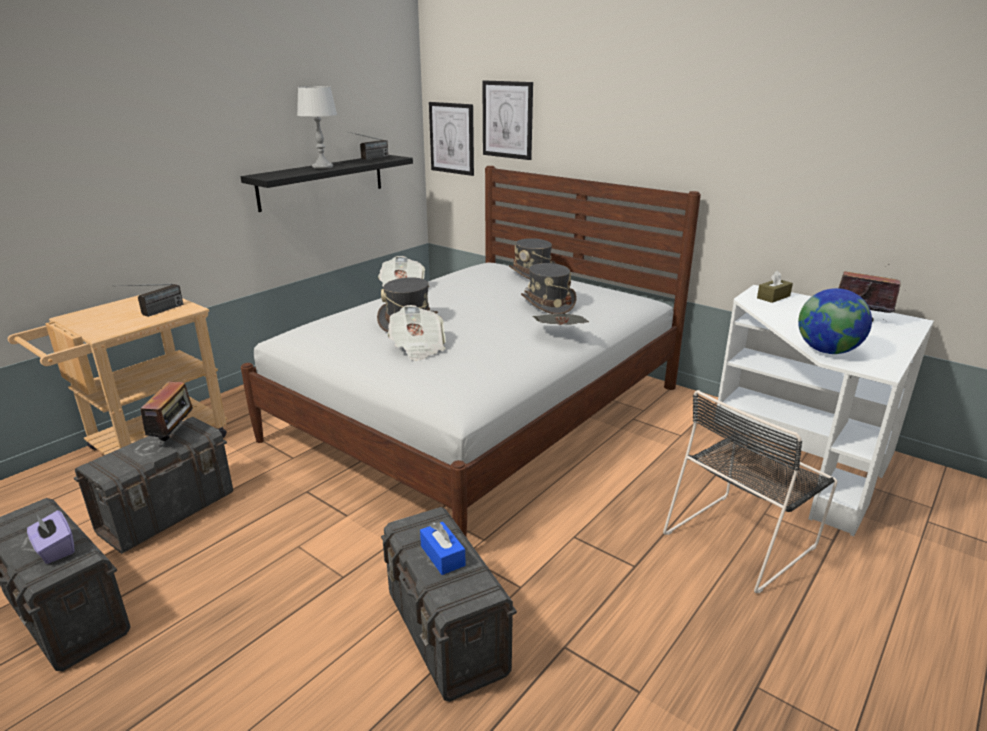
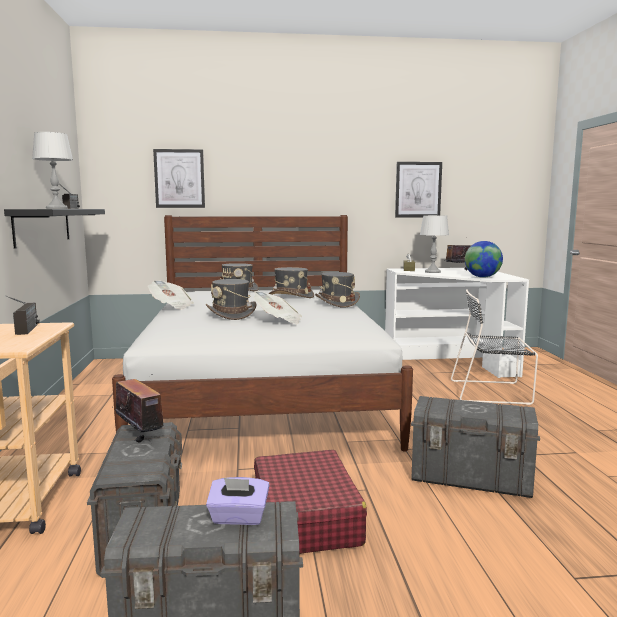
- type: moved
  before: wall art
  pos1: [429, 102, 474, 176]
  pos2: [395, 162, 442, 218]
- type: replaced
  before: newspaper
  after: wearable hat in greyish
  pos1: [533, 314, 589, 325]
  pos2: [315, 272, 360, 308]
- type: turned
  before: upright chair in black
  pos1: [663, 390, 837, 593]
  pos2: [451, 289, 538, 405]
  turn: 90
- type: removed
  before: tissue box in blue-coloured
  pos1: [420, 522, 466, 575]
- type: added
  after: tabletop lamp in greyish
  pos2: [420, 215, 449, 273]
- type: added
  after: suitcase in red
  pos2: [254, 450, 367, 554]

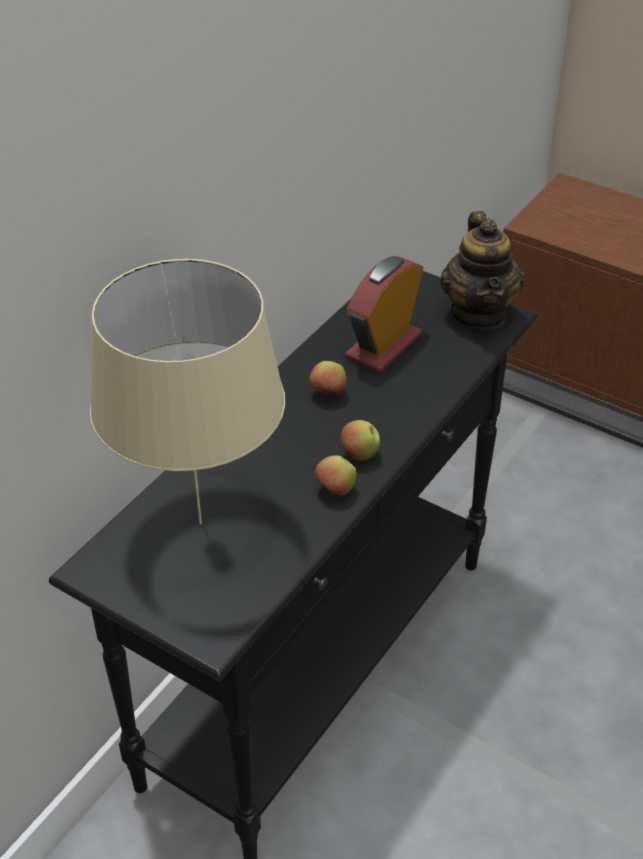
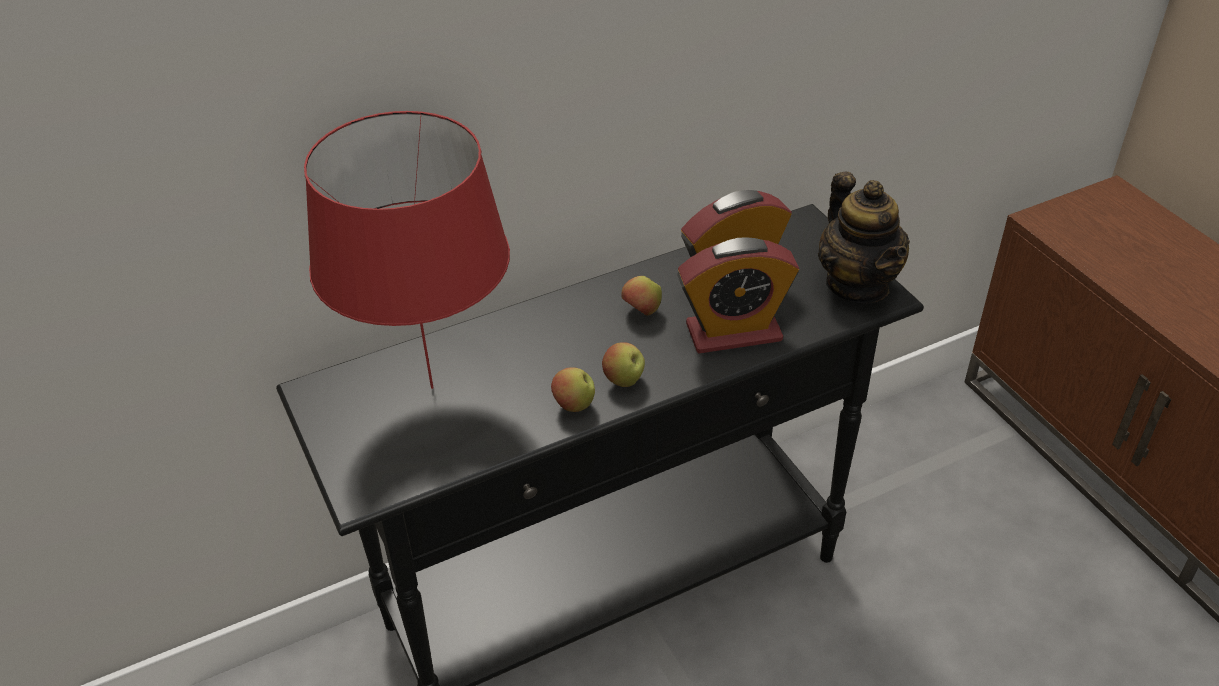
- type: turned
  before: pot for tea
  pos1: [440, 211, 525, 330]
  pos2: [818, 172, 910, 304]
  turn: -45
- type: recoloured
  before: tabletop lamp in beige-coloured
  after: tabletop lamp in red
  pos1: [90, 259, 285, 525]
  pos2: [304, 111, 510, 389]
- type: added
  after: bedside clock
  pos2: [677, 237, 799, 354]

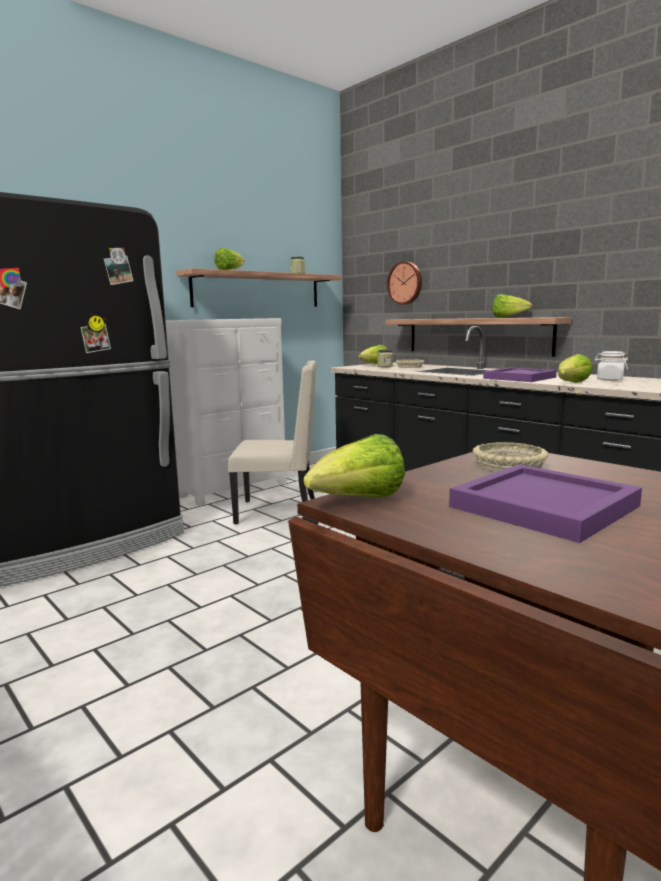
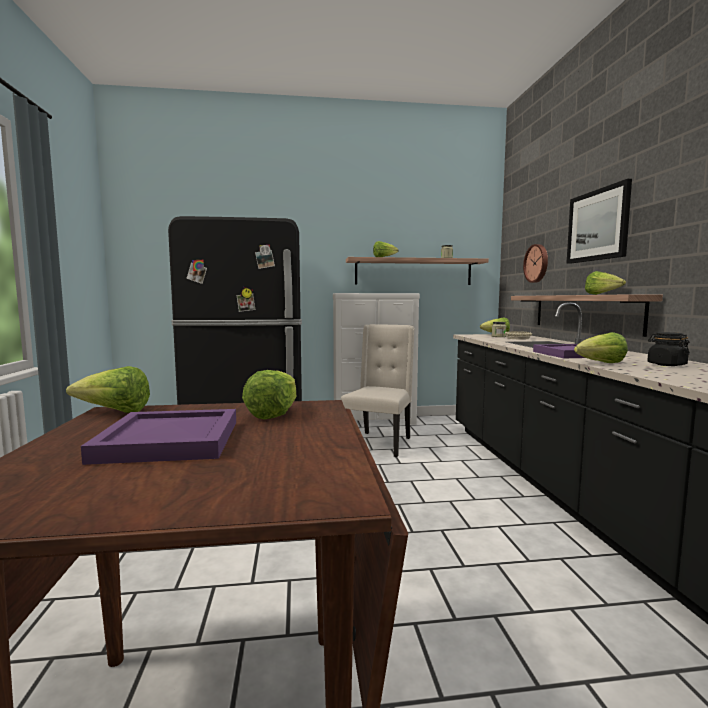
- type: recoloured
  before: preserve jar in white
  after: preserve jar in black
  pos1: [594, 351, 628, 381]
  pos2: [647, 332, 690, 366]
- type: turned
  before: upright chair in beige-coloured
  pos1: [228, 360, 317, 524]
  pos2: [340, 324, 415, 457]
  turn: -105
- type: replaced
  before: deep dish in beige-coloured
  after: lettuce head
  pos1: [472, 442, 549, 472]
  pos2: [242, 370, 296, 419]
- type: added
  after: wall art
  pos2: [566, 179, 632, 264]

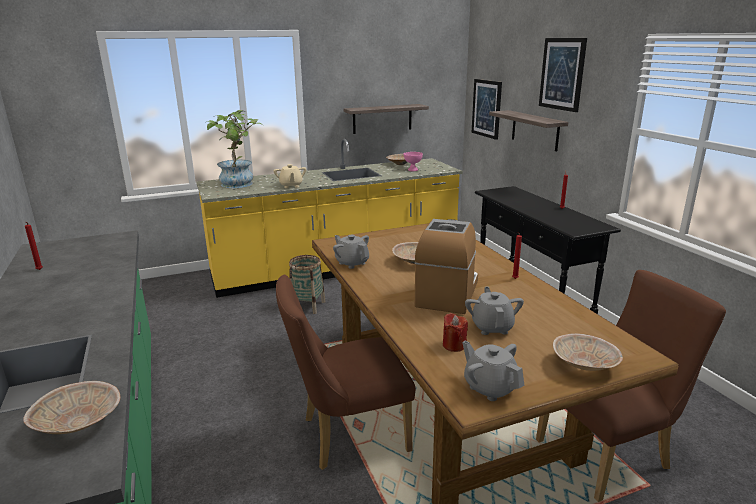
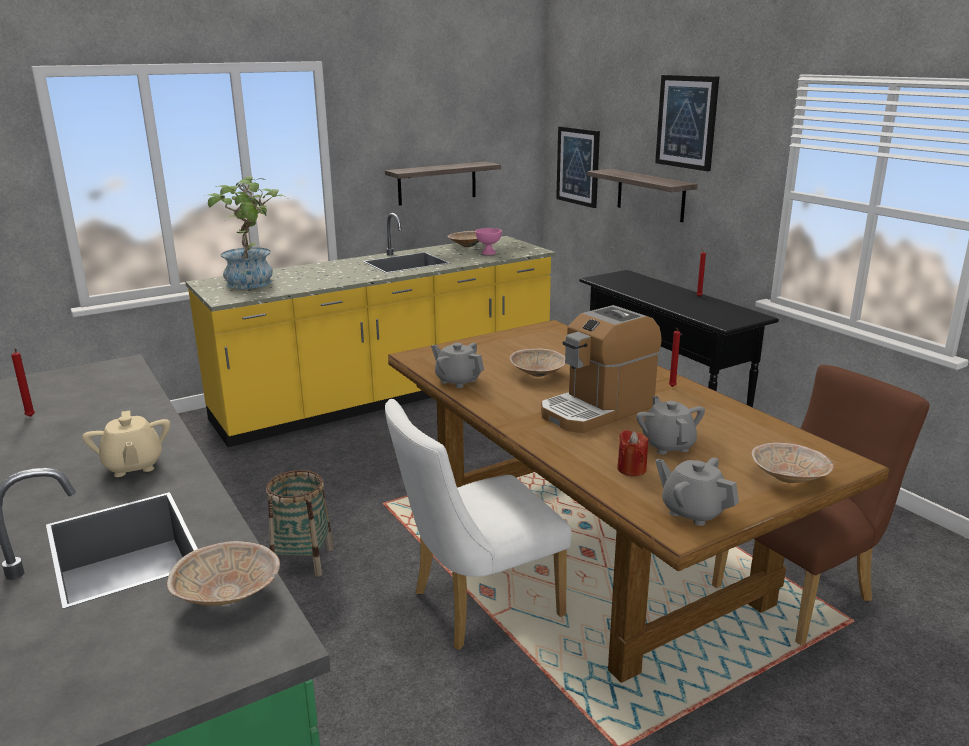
- type: moved
  before: pot for tea in beige-coloured
  pos1: [274, 164, 307, 188]
  pos2: [82, 411, 170, 477]
- type: turned
  before: coffee brewer
  pos1: [415, 219, 478, 314]
  pos2: [541, 305, 662, 433]
  turn: -135
- type: moved
  before: household basket
  pos1: [289, 255, 325, 314]
  pos2: [266, 470, 334, 577]
- type: recoloured
  before: upright chair in brownish
  after: upright chair in white
  pos1: [276, 275, 415, 470]
  pos2: [385, 399, 572, 650]

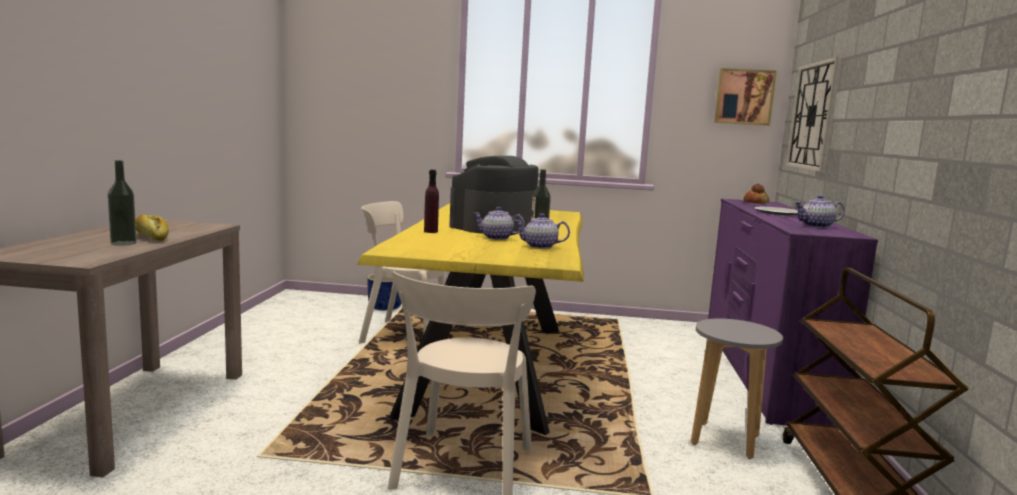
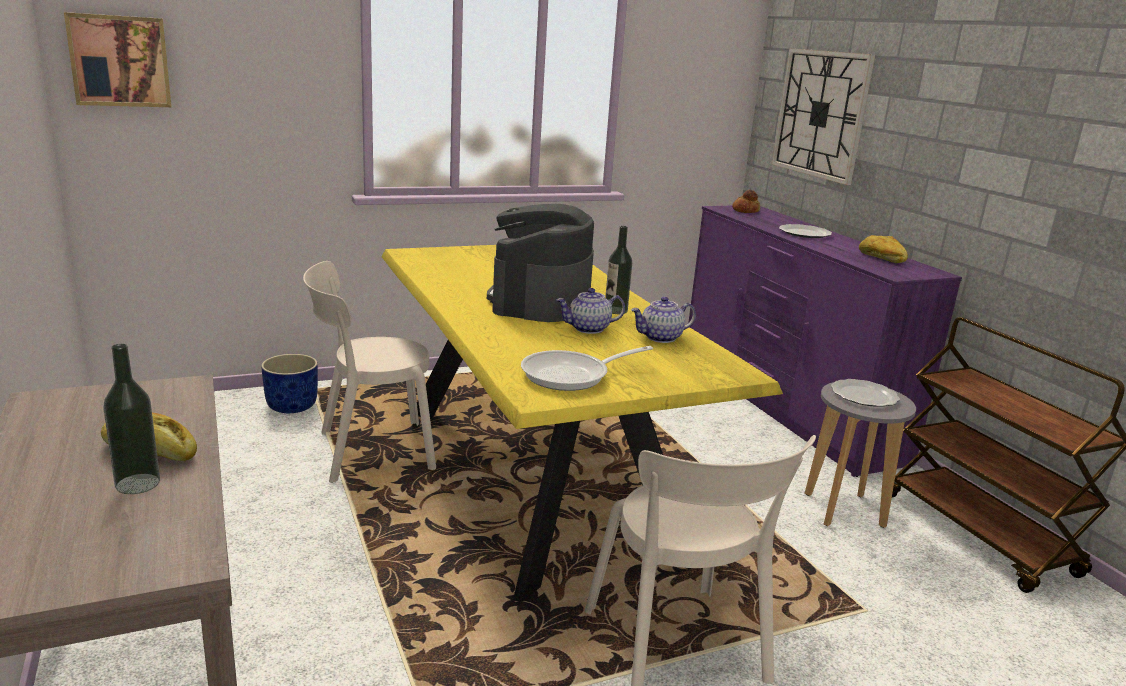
- type: moved
  before: wall art
  pos1: [714, 68, 777, 126]
  pos2: [64, 12, 172, 107]
- type: removed
  before: drink bottle in purplish
  pos1: [424, 170, 439, 233]
- type: replaced
  before: pot for tea
  after: bread
  pos1: [794, 195, 845, 228]
  pos2: [859, 235, 908, 263]
- type: added
  after: pan
  pos2: [521, 346, 653, 391]
- type: added
  after: flat dish
  pos2: [831, 379, 900, 407]

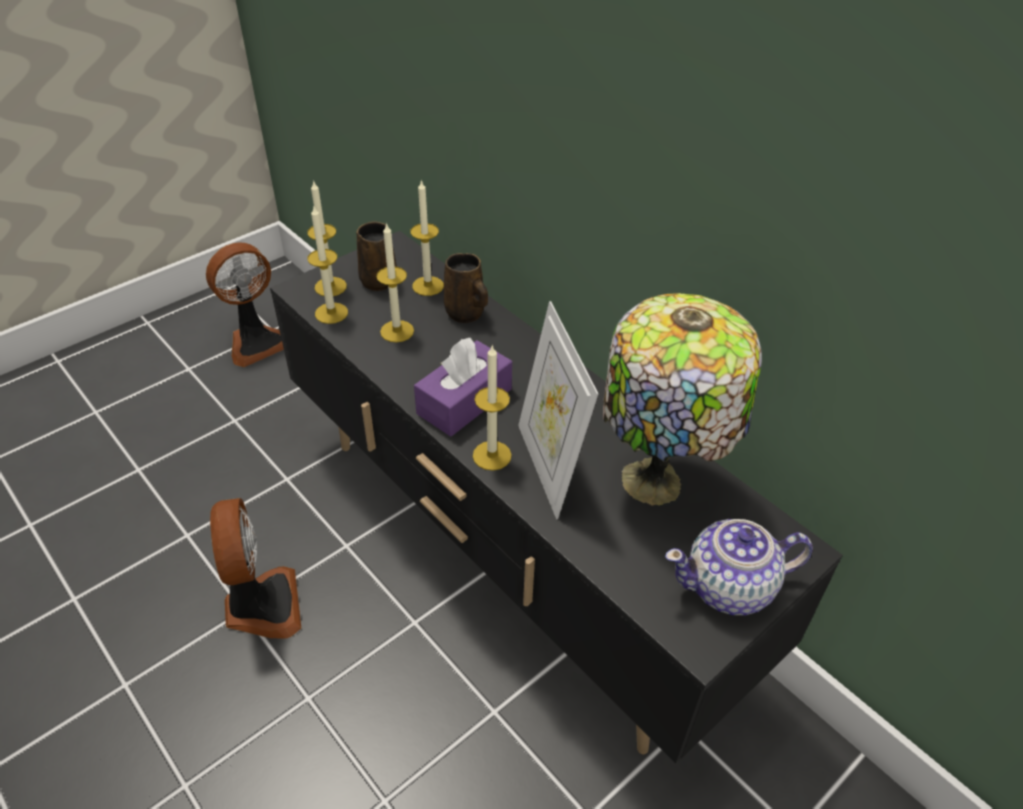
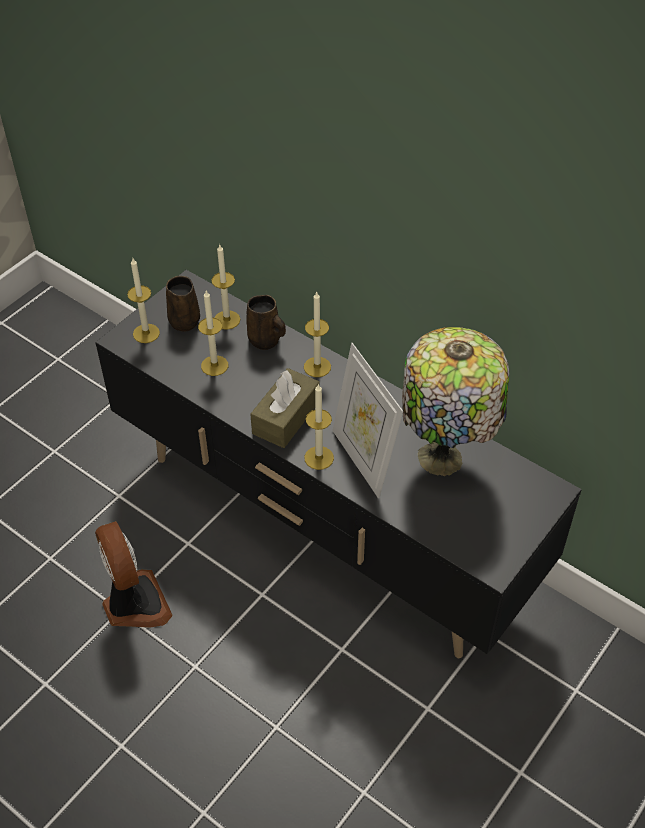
- type: moved
  before: wax candle
  pos1: [308, 207, 348, 324]
  pos2: [304, 292, 331, 377]
- type: removed
  before: cooling fan
  pos1: [206, 242, 284, 367]
- type: recoloured
  before: tissue box in purplish
  after: tissue box in brownish
  pos1: [414, 337, 512, 437]
  pos2: [250, 368, 320, 448]
- type: removed
  before: pot for tea
  pos1: [665, 519, 813, 615]

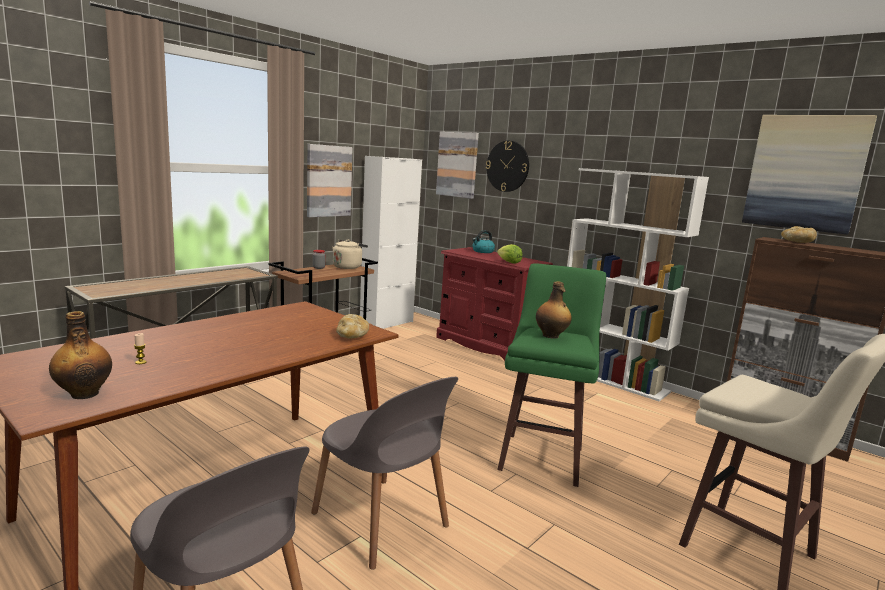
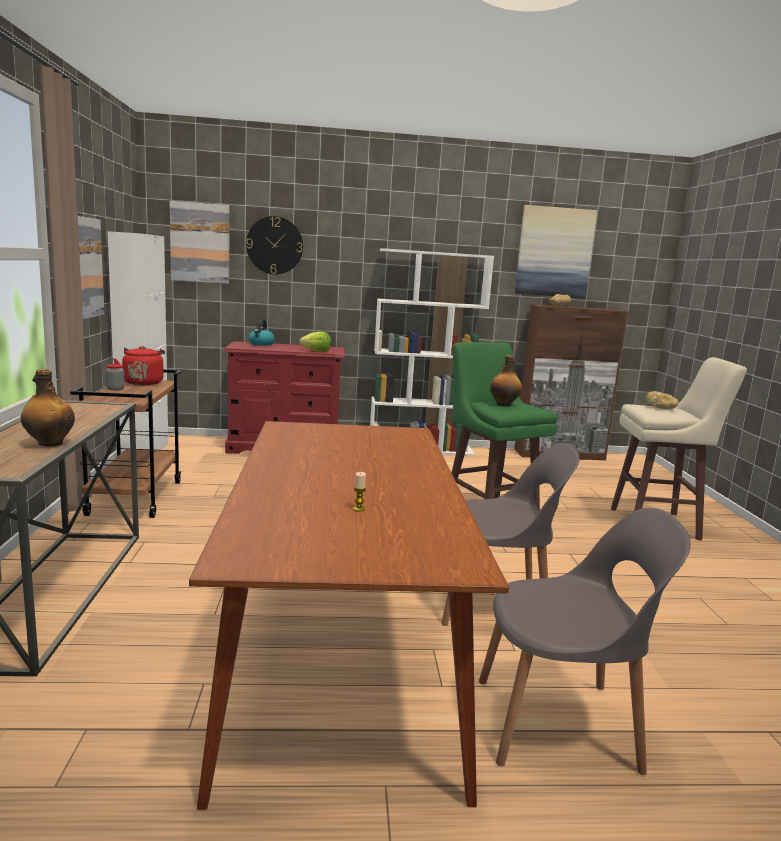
- type: recoloured
  before: tea kettle in beige-coloured
  after: tea kettle in red
  pos1: [332, 240, 368, 269]
  pos2: [113, 346, 165, 385]
- type: moved
  before: drink bottle
  pos1: [49, 311, 112, 399]
  pos2: [21, 369, 75, 447]
- type: moved
  before: bread
  pos1: [336, 314, 369, 339]
  pos2: [646, 391, 679, 409]

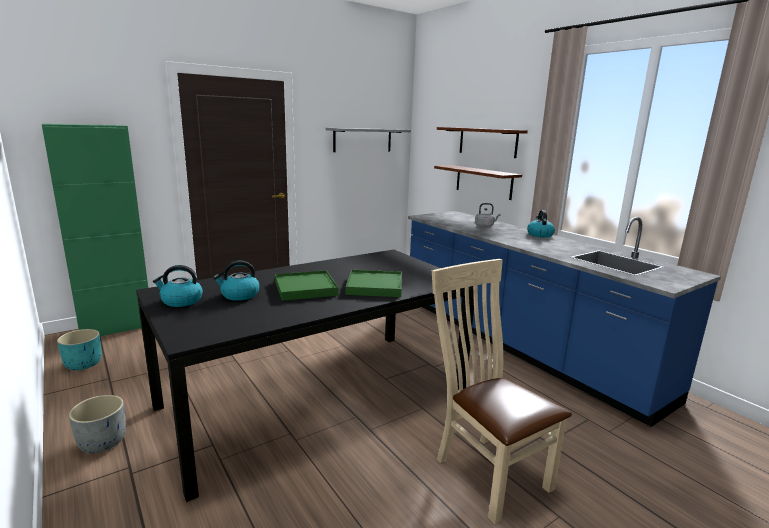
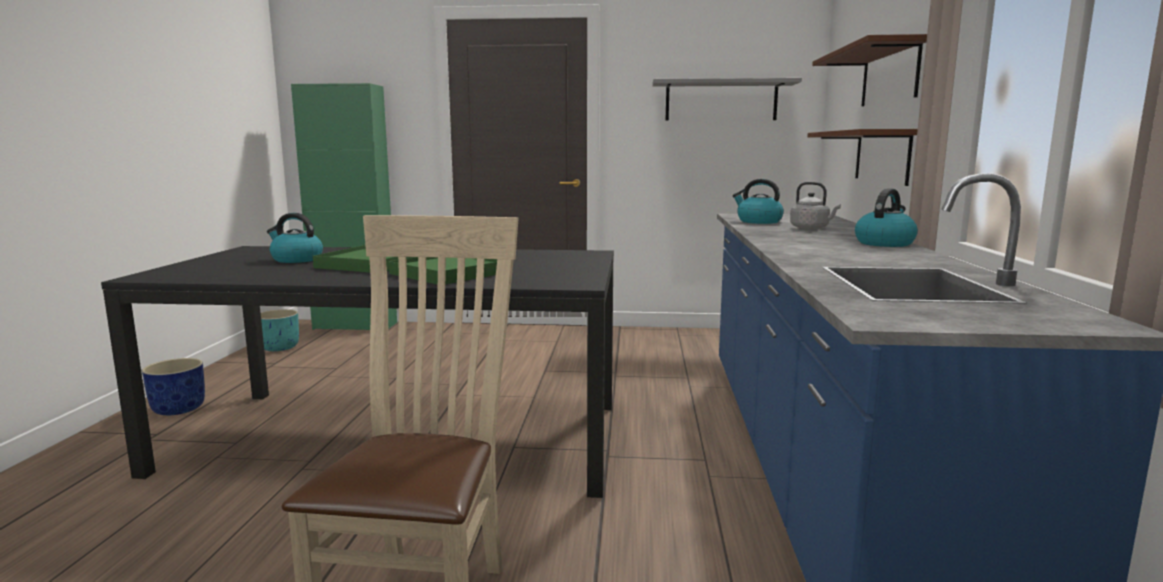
- type: moved
  before: tea kettle
  pos1: [153, 265, 203, 307]
  pos2: [733, 179, 784, 224]
- type: recoloured
  before: planter in greyish
  after: planter in blue-coloured
  pos1: [69, 395, 126, 453]
  pos2: [142, 358, 205, 415]

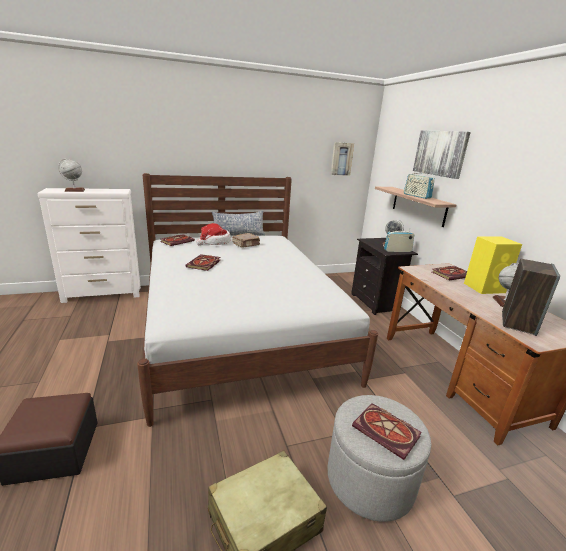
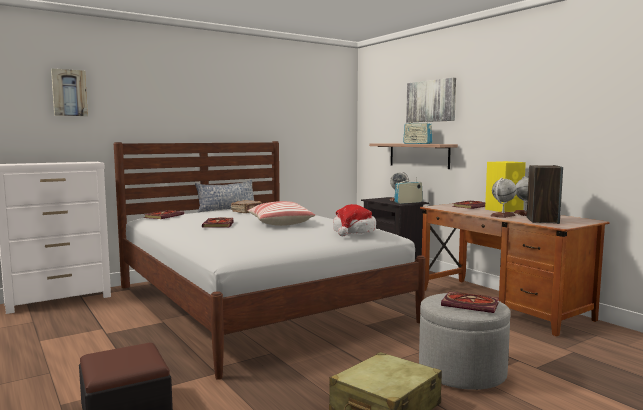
- type: moved
  before: wall art
  pos1: [331, 142, 354, 176]
  pos2: [51, 69, 88, 116]
- type: moved
  before: desk globe
  pos1: [58, 159, 85, 192]
  pos2: [491, 178, 517, 218]
- type: moved
  before: wearable hat
  pos1: [196, 223, 231, 246]
  pos2: [333, 204, 376, 236]
- type: added
  after: throw pillow
  pos2: [247, 201, 315, 226]

